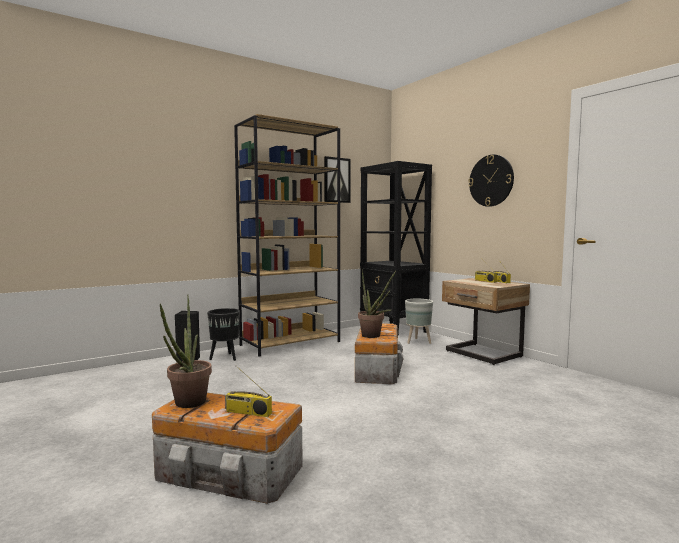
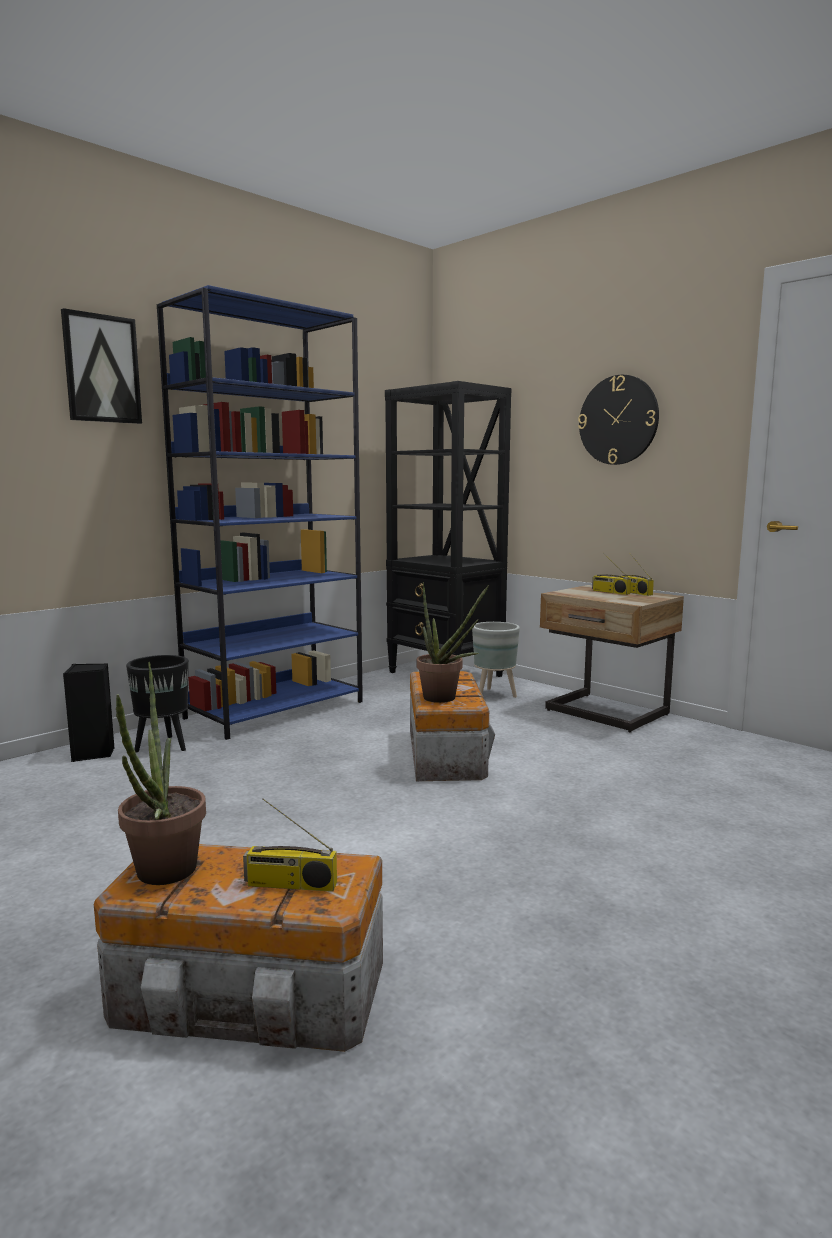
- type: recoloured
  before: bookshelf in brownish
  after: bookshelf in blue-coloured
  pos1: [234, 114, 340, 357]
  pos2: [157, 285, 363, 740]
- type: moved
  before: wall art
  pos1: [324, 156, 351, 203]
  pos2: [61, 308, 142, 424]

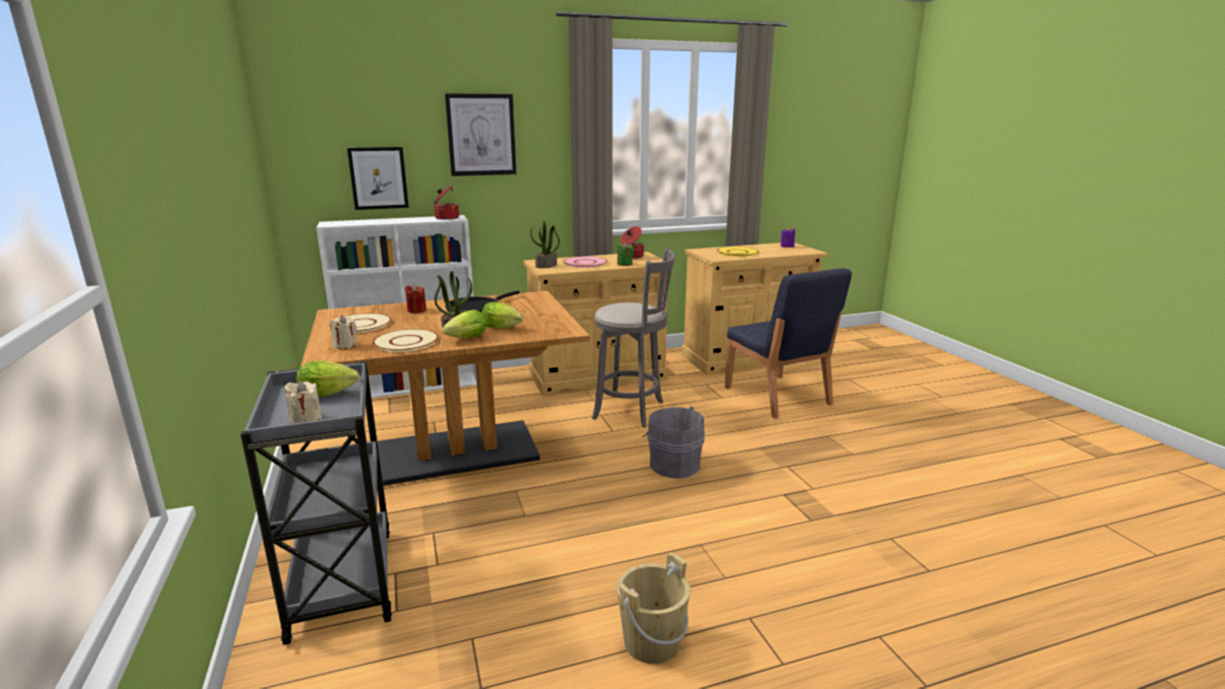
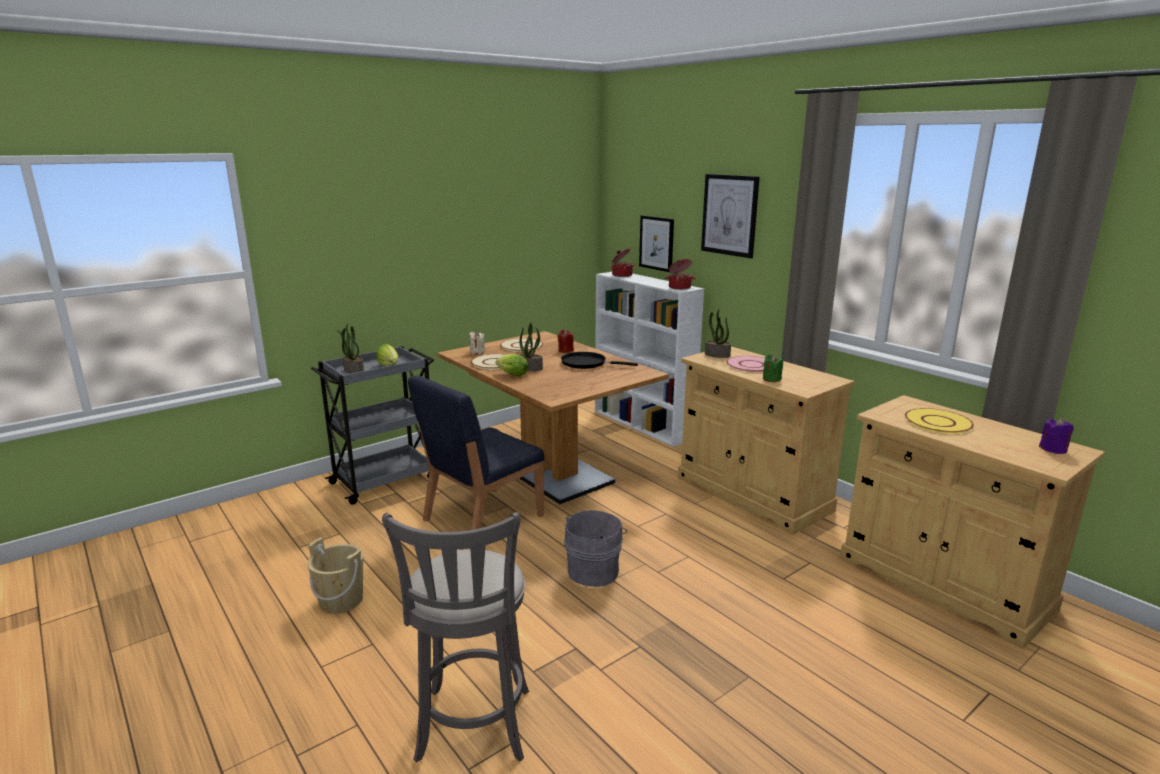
- type: moved
  before: stockpot
  pos1: [621, 226, 644, 259]
  pos2: [610, 248, 635, 277]
- type: moved
  before: stool in greyish
  pos1: [592, 248, 675, 427]
  pos2: [382, 512, 529, 762]
- type: moved
  before: upright chair in blue-coloured
  pos1: [725, 268, 852, 419]
  pos2: [408, 375, 545, 549]
- type: removed
  before: lettuce head
  pos1: [481, 302, 524, 329]
- type: replaced
  before: wax candle in beige-coloured
  after: potted plant
  pos1: [285, 381, 322, 424]
  pos2: [337, 323, 364, 374]

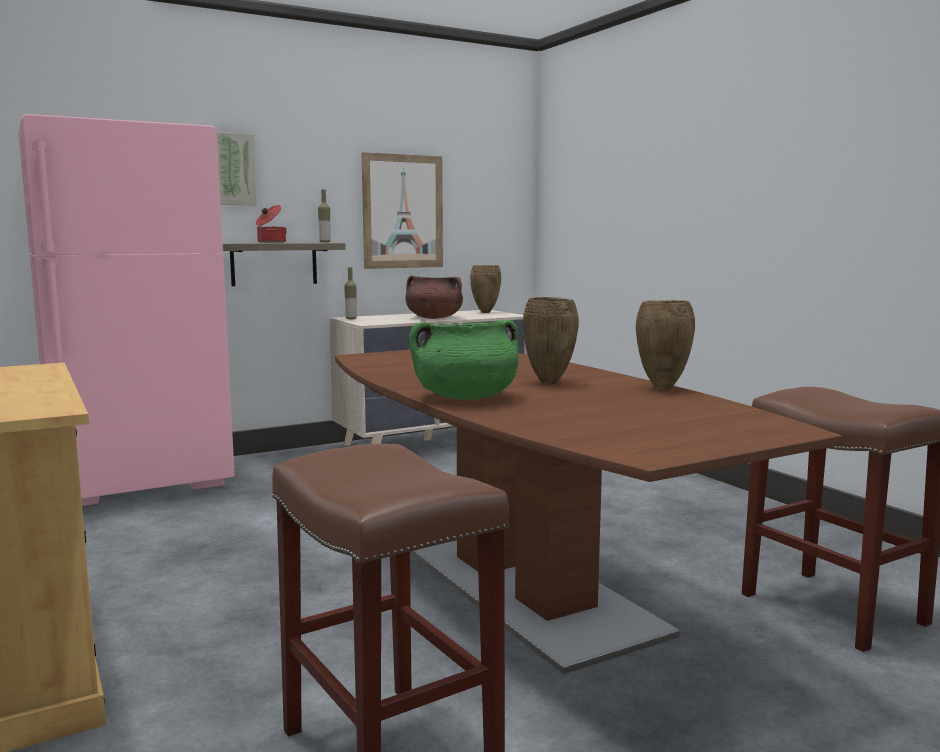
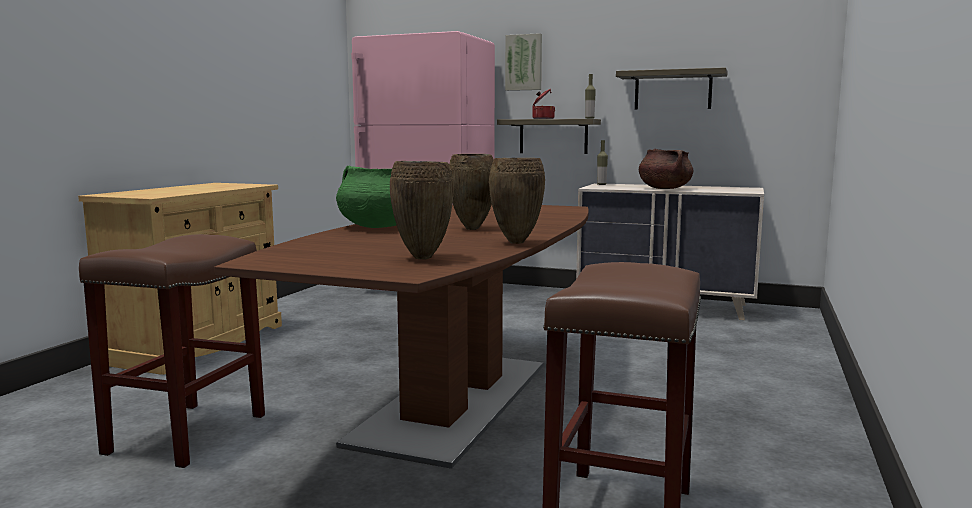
- type: replaced
  before: wall art
  after: shelf
  pos1: [361, 152, 443, 269]
  pos2: [616, 67, 728, 109]
- type: moved
  before: decorative vase in brownish
  pos1: [470, 265, 501, 313]
  pos2: [390, 161, 454, 259]

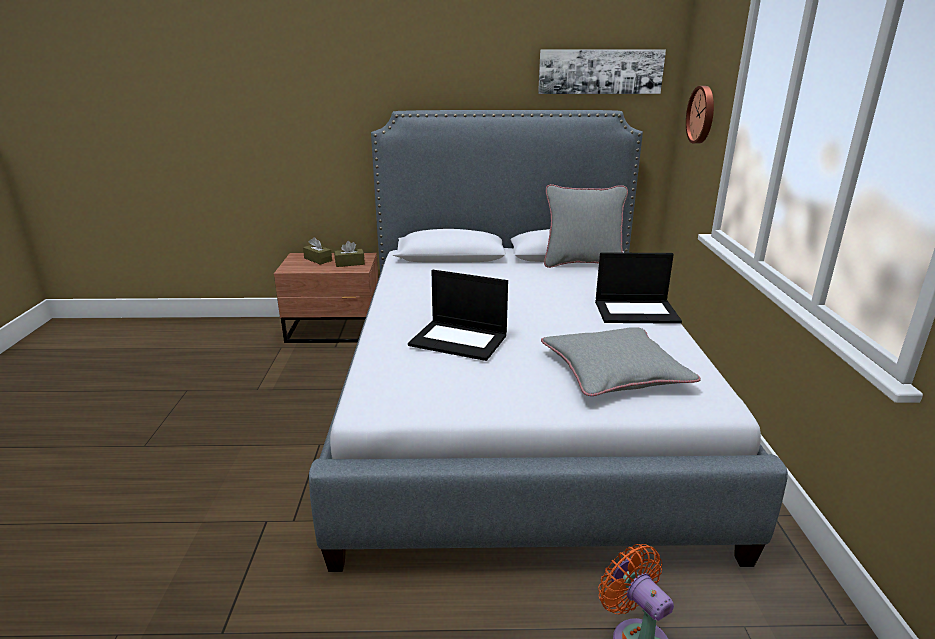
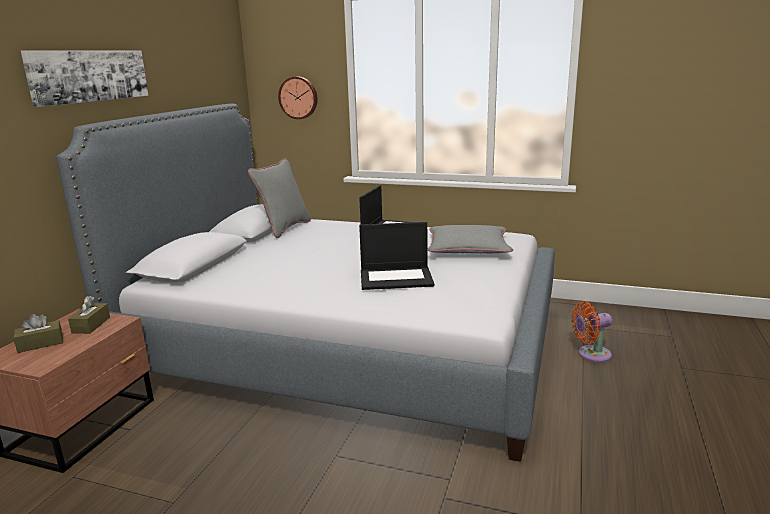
- type: moved
  before: wall art
  pos1: [538, 49, 666, 94]
  pos2: [21, 50, 149, 107]
- type: turned
  before: laptop
  pos1: [408, 270, 508, 361]
  pos2: [359, 222, 434, 290]
  turn: 45

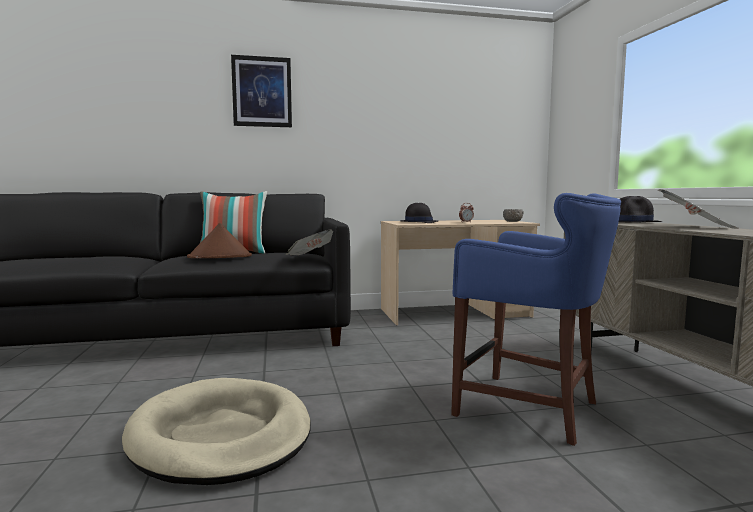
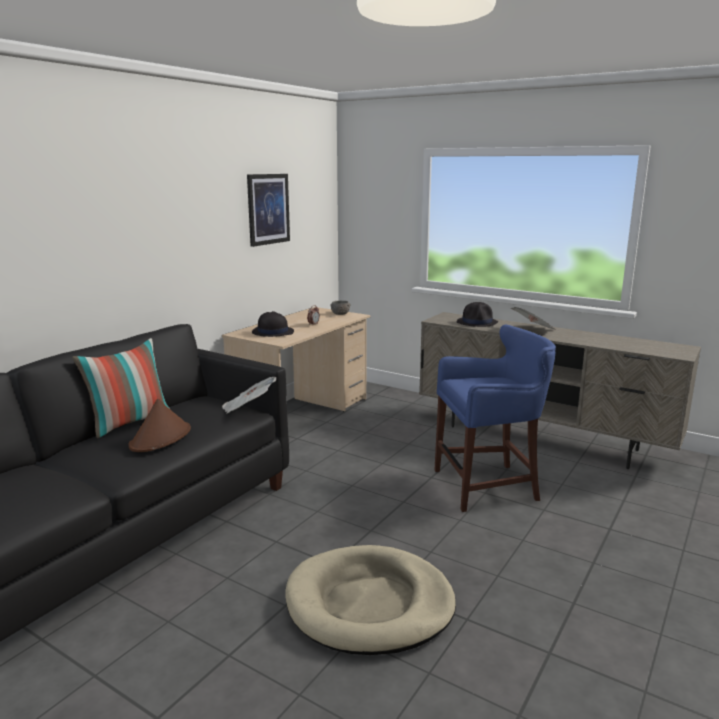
- type: moved
  before: wall art
  pos1: [231, 55, 292, 127]
  pos2: [247, 174, 290, 247]

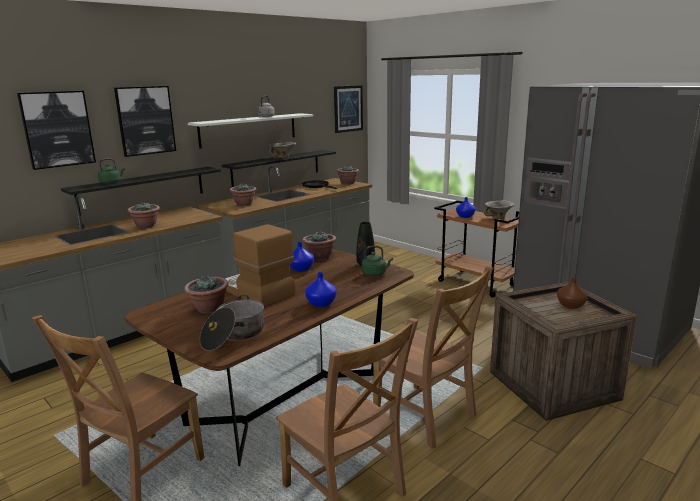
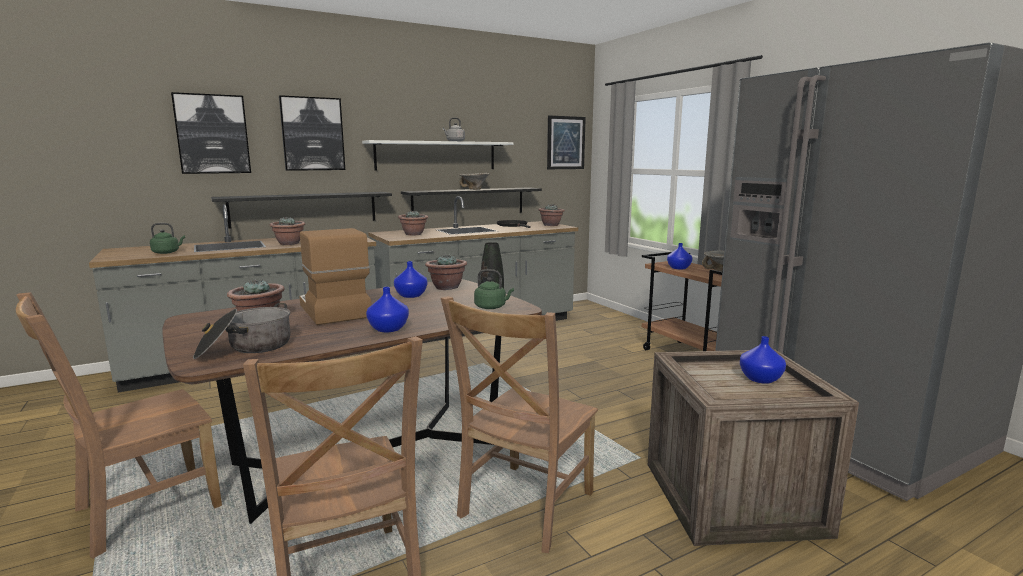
- type: moved
  before: tea kettle in greenish
  pos1: [98, 158, 125, 184]
  pos2: [150, 223, 185, 254]
- type: turned
  before: upright chair in brownish
  pos1: [373, 267, 493, 449]
  pos2: [441, 296, 598, 553]
  turn: 60
- type: recoloured
  before: decorative vase in brownish
  after: decorative vase in blue-coloured
  pos1: [557, 278, 588, 309]
  pos2: [740, 336, 786, 384]

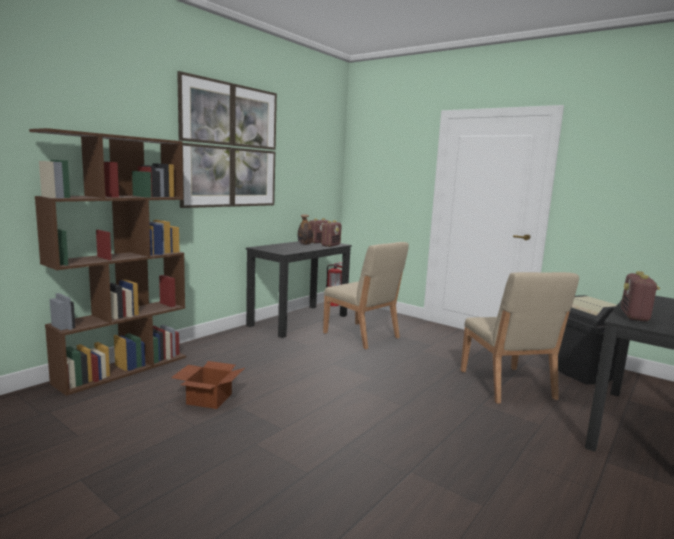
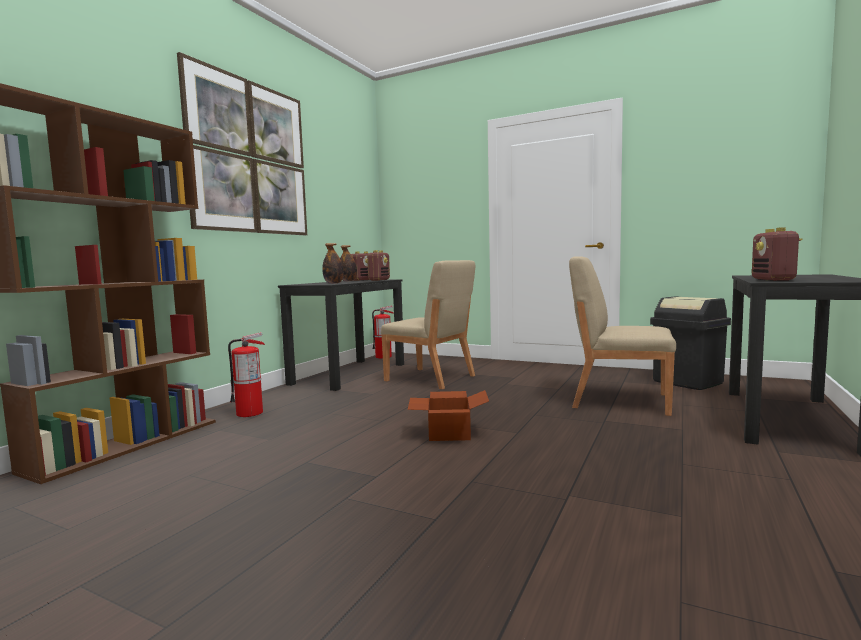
- type: turned
  before: upright chair in beige-coloured
  pos1: [460, 272, 579, 404]
  pos2: [569, 256, 676, 416]
  turn: 135
- type: moved
  before: cardboard box
  pos1: [171, 361, 245, 409]
  pos2: [408, 390, 489, 441]
- type: added
  after: drink bottle
  pos2: [322, 243, 344, 284]
- type: added
  after: fire-fighting cylinder
  pos2: [228, 332, 265, 417]

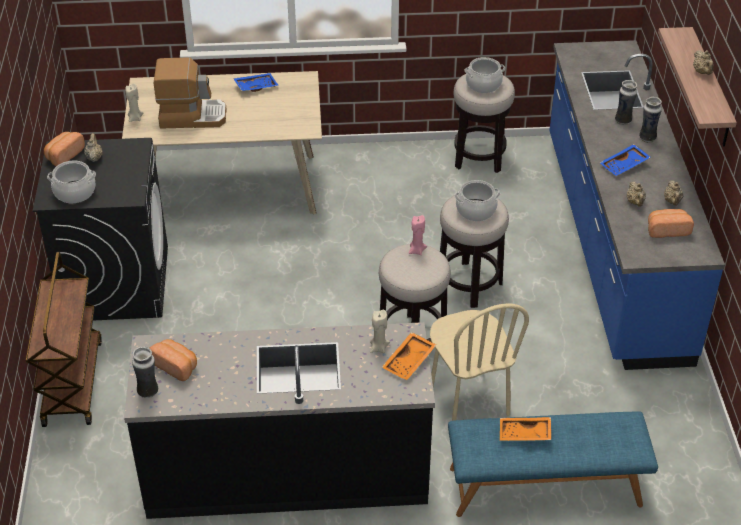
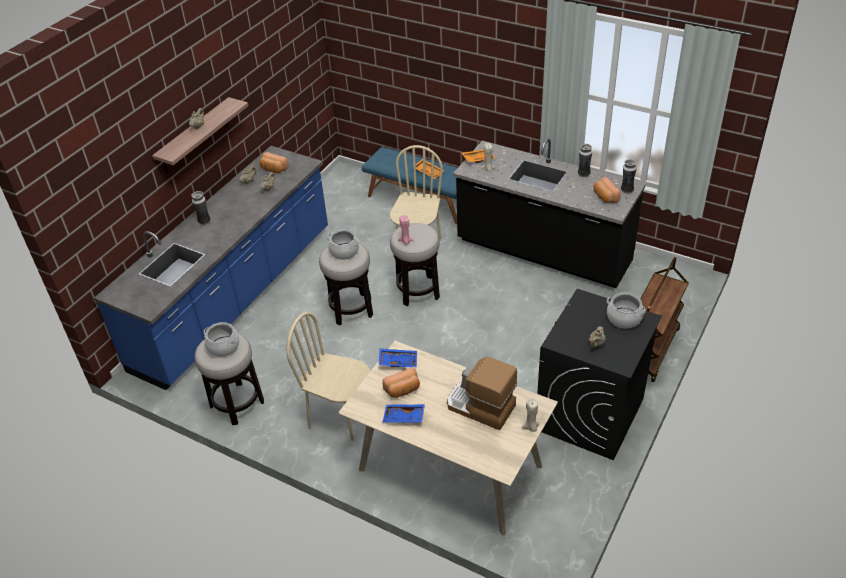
- type: moved
  before: decorative vase
  pos1: [615, 80, 637, 125]
  pos2: [578, 144, 592, 177]
- type: moved
  before: bread
  pos1: [44, 132, 85, 166]
  pos2: [382, 368, 420, 398]
- type: moved
  before: carrying tray in blue-coloured
  pos1: [600, 144, 651, 176]
  pos2: [379, 348, 417, 368]
- type: added
  after: upright chair in beige-coloured
  pos2: [287, 312, 370, 441]

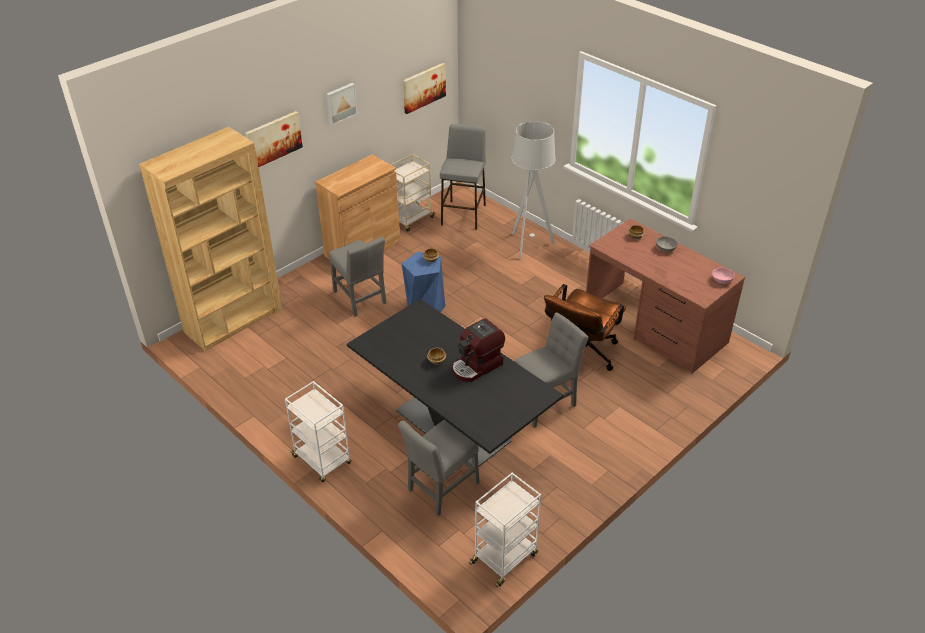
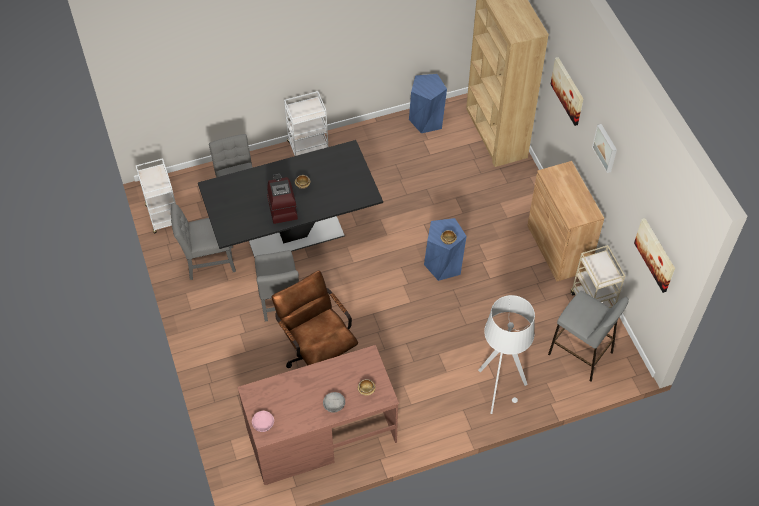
- type: moved
  before: upright chair in greyish
  pos1: [329, 237, 386, 317]
  pos2: [171, 203, 236, 280]
- type: added
  after: stool in blue-coloured
  pos2: [409, 74, 447, 133]

